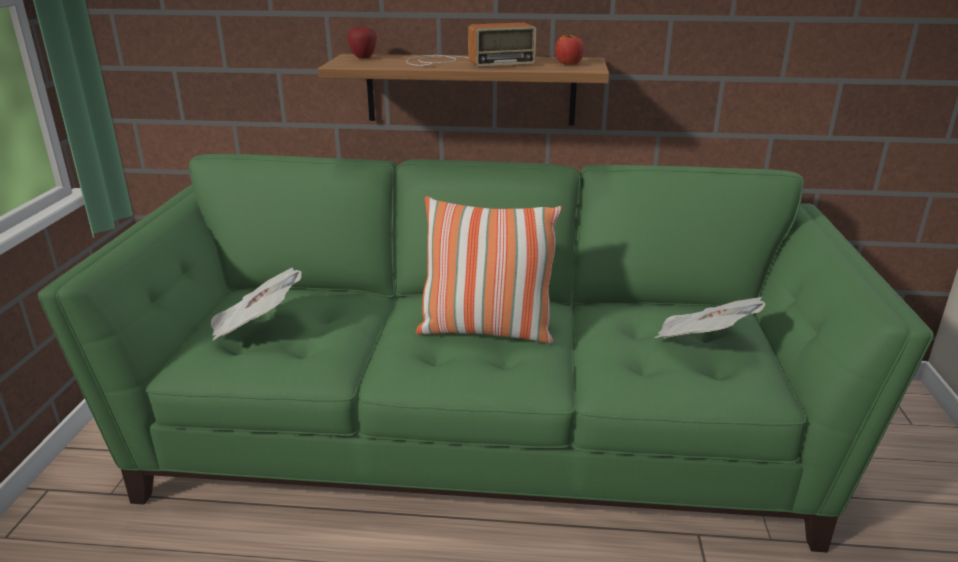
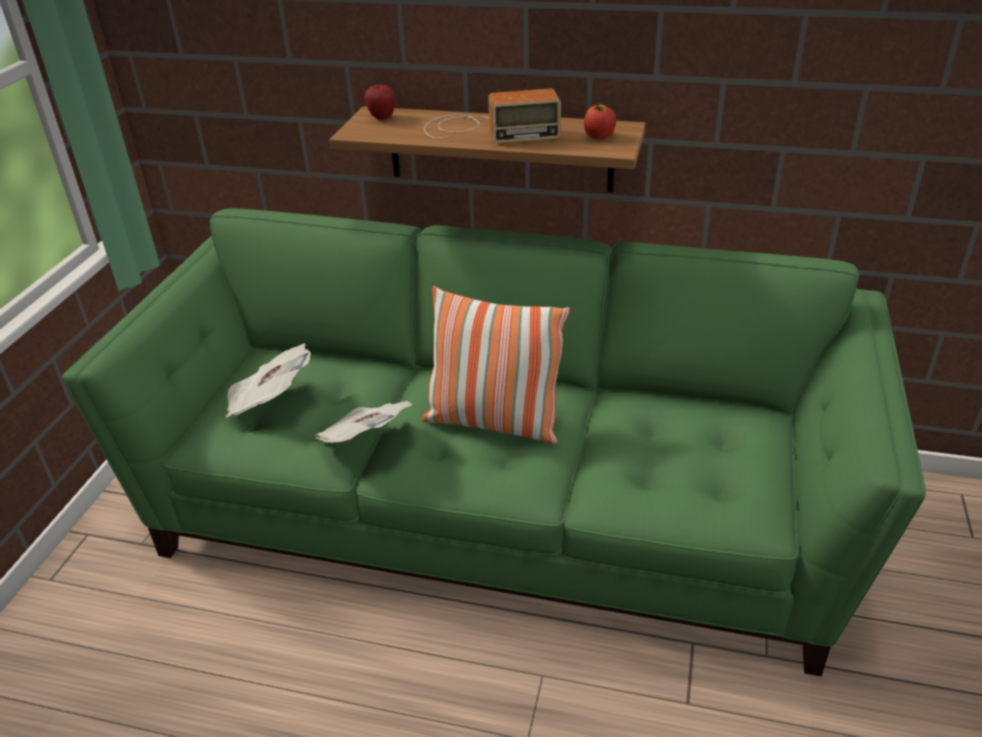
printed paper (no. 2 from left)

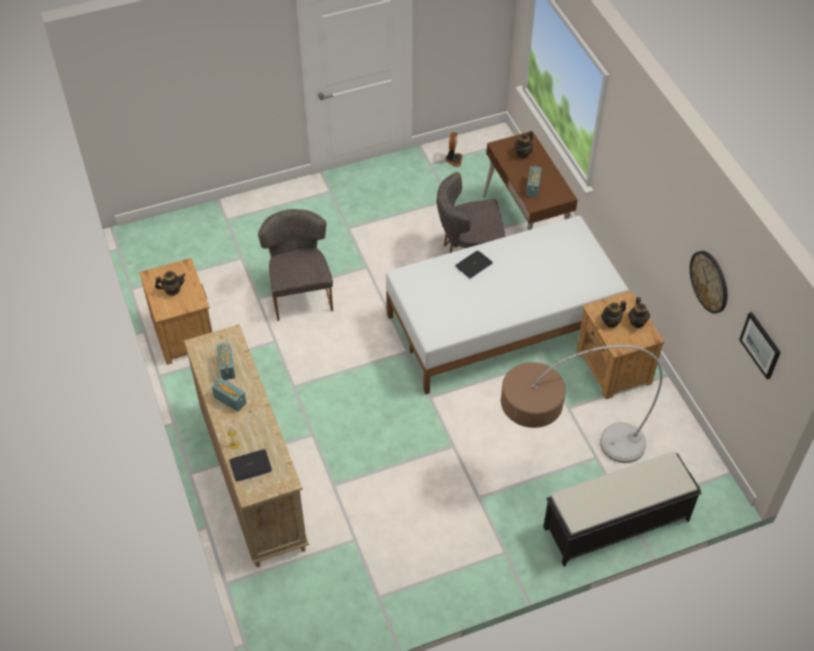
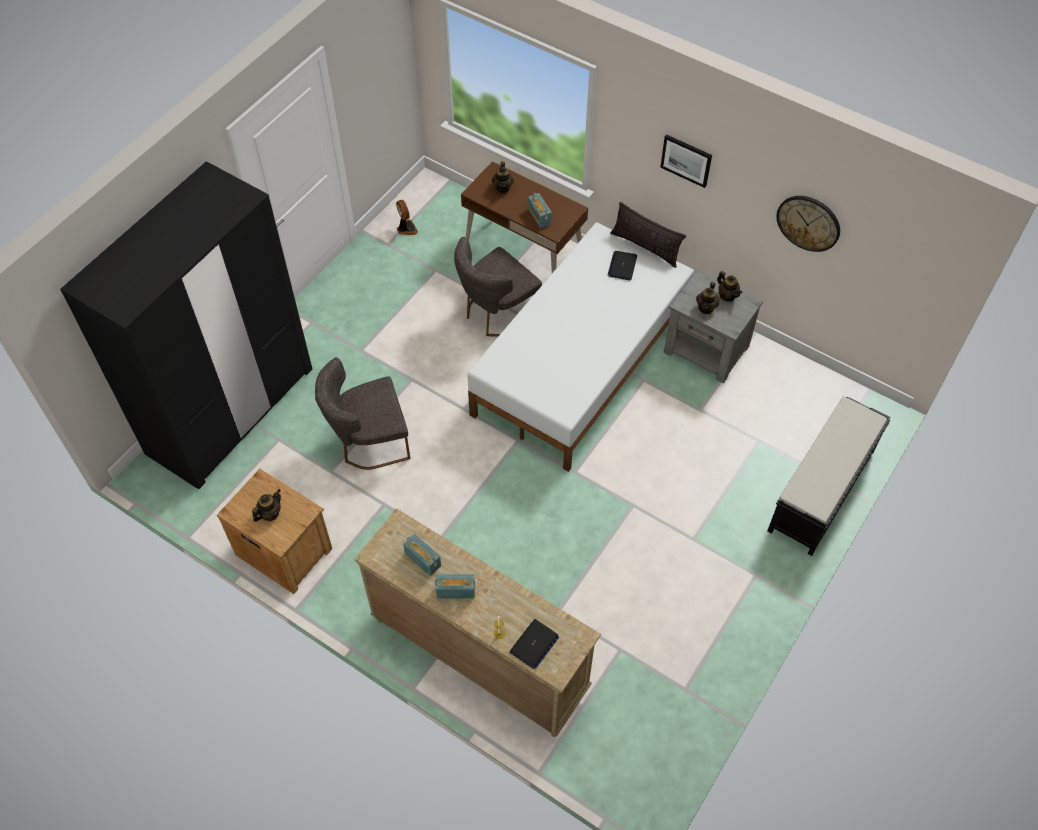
plain chair (gray) (no. 1 from left)
portable computer (no. 2 from left)
nightstand (gray)
picture
floor lamp
clothes cupboard (blackish)
pillow

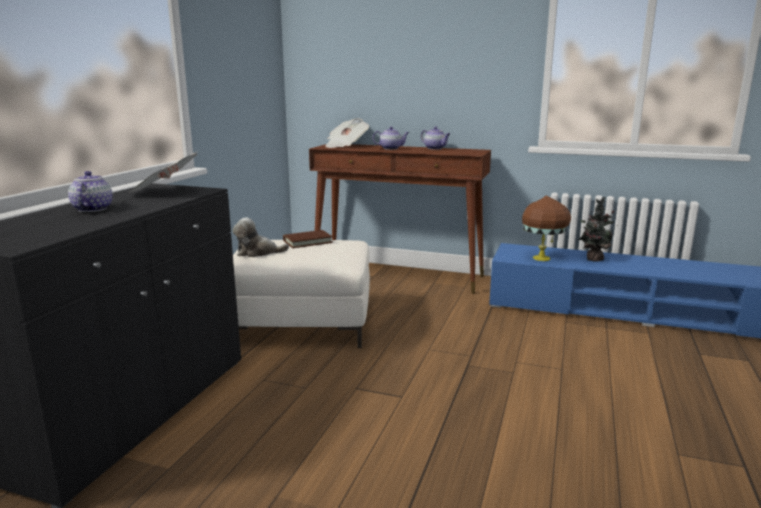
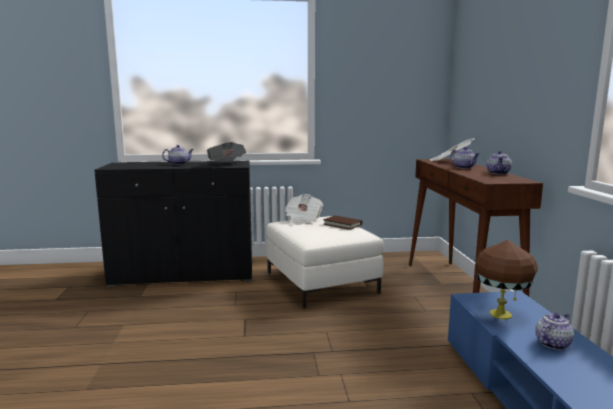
tea pot (no. 4 from left)
printed paper (no. 2 from left)

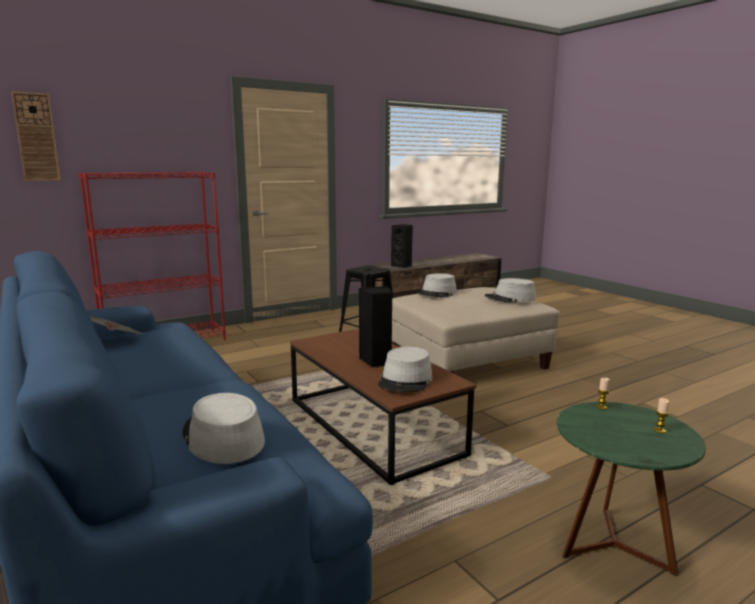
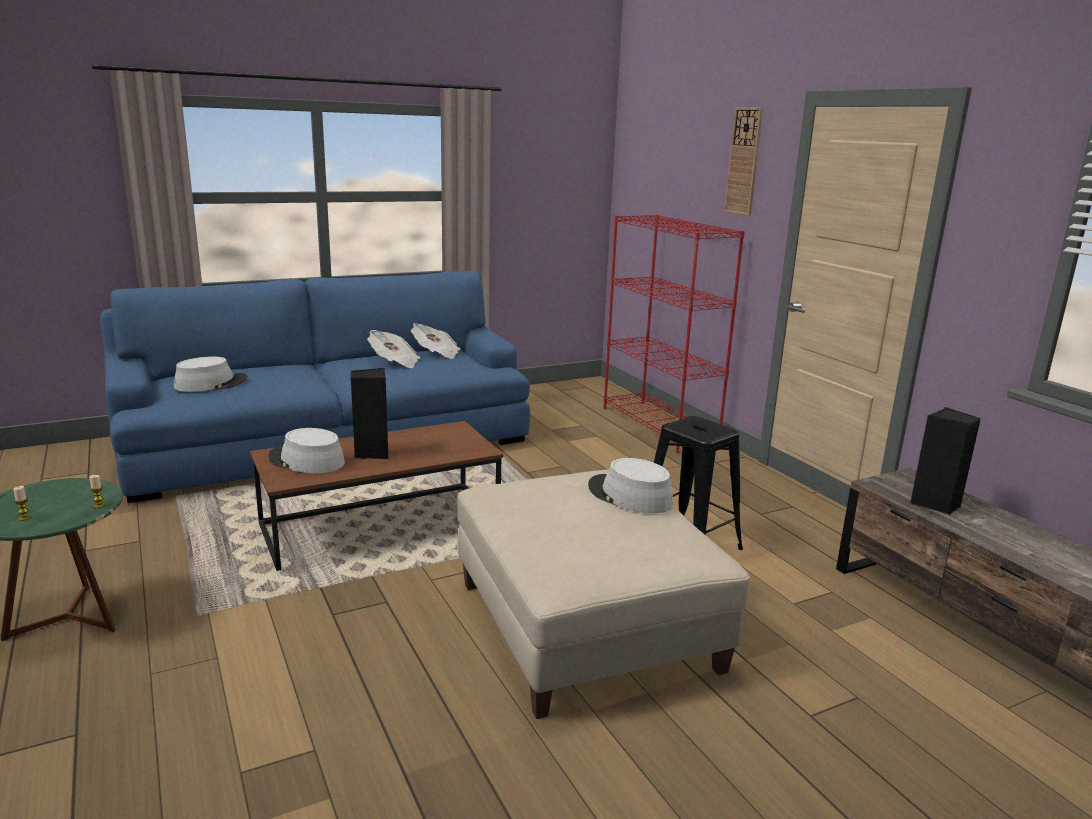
hanging clock
clothing hat (gray) (no. 4 from left in the first image)
printed paper (no. 1 from left)

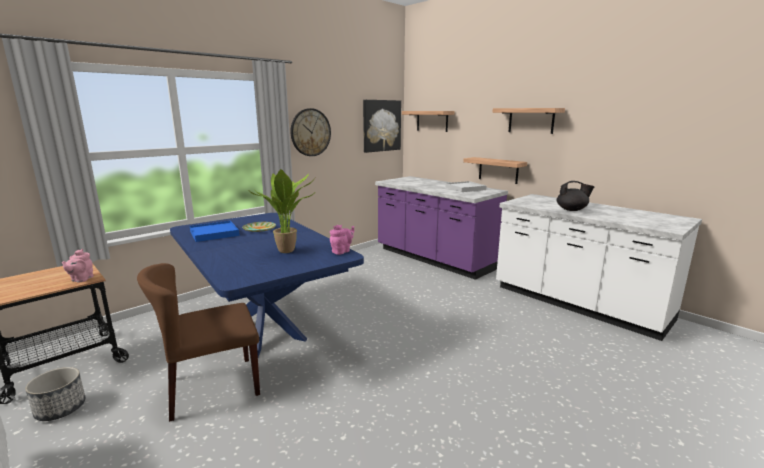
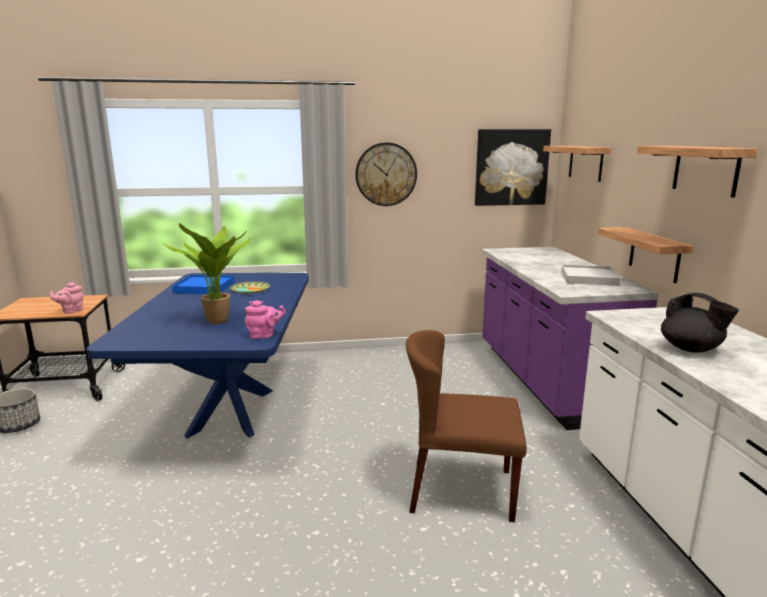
plain chair (brown-coloured)

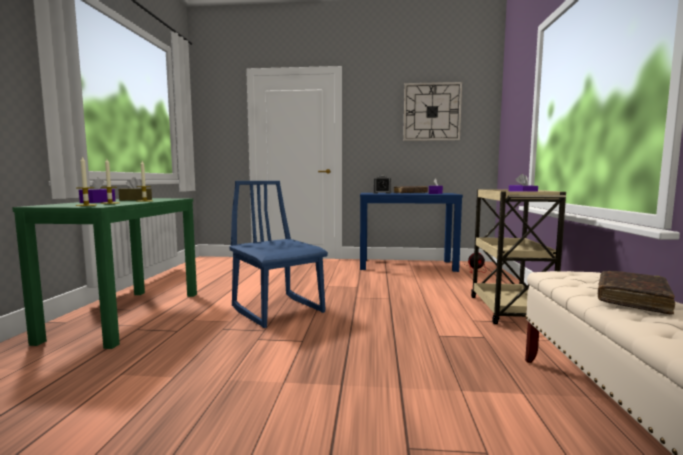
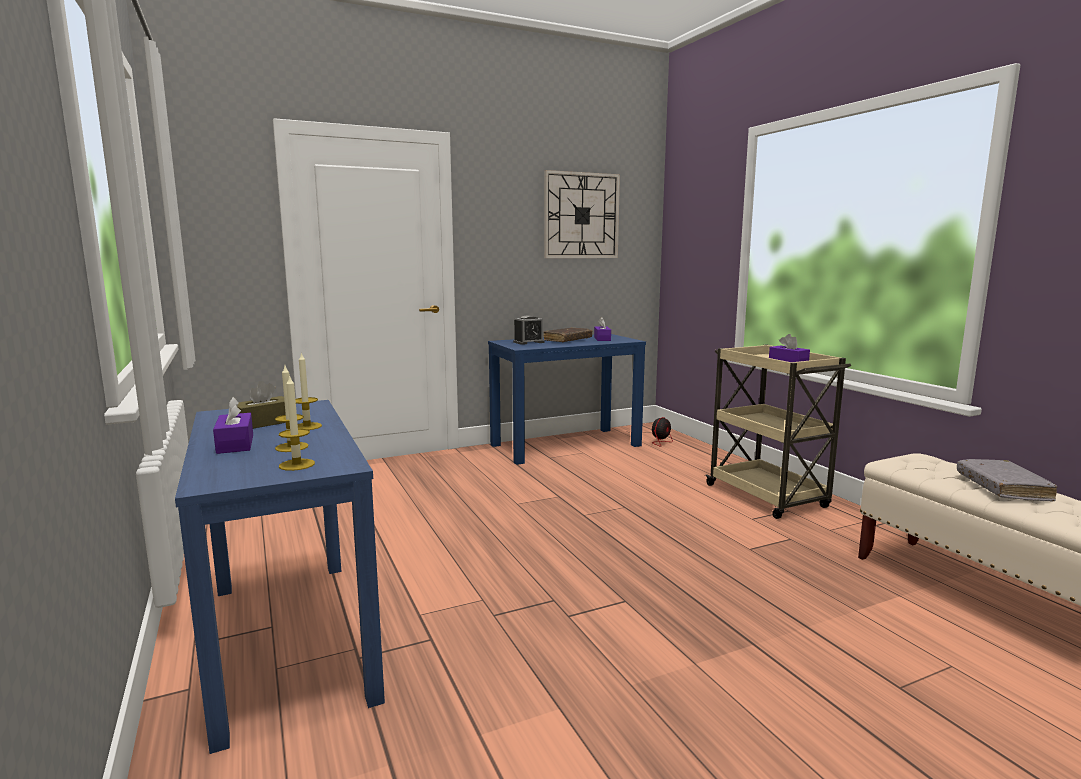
plain chair (blue-coloured)
narrow table (blue-coloured) (no. 1 from left)
volume (gray)

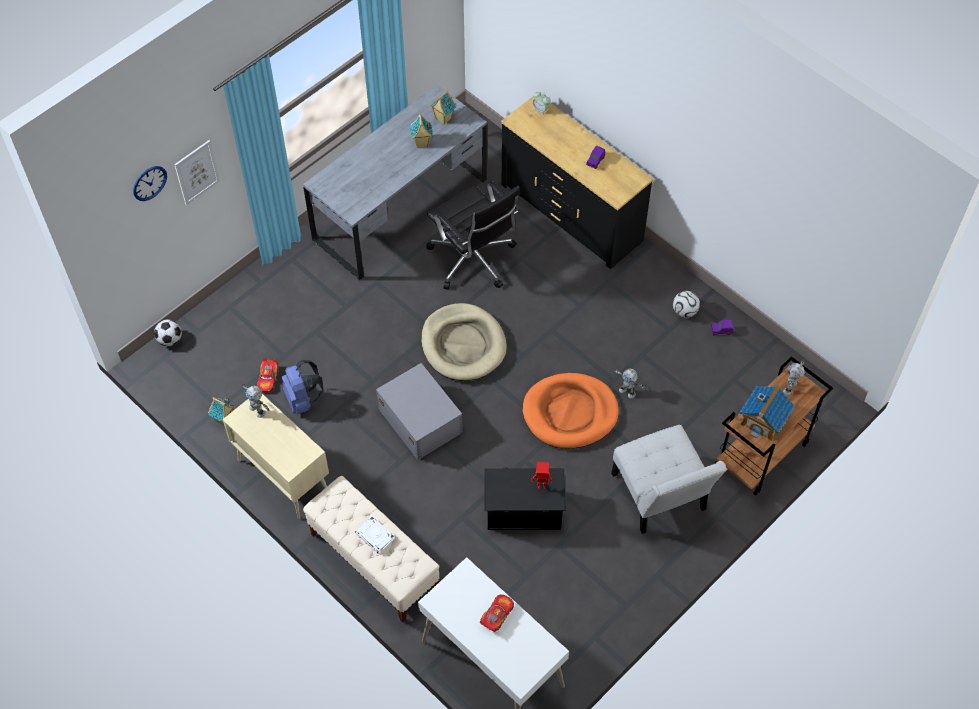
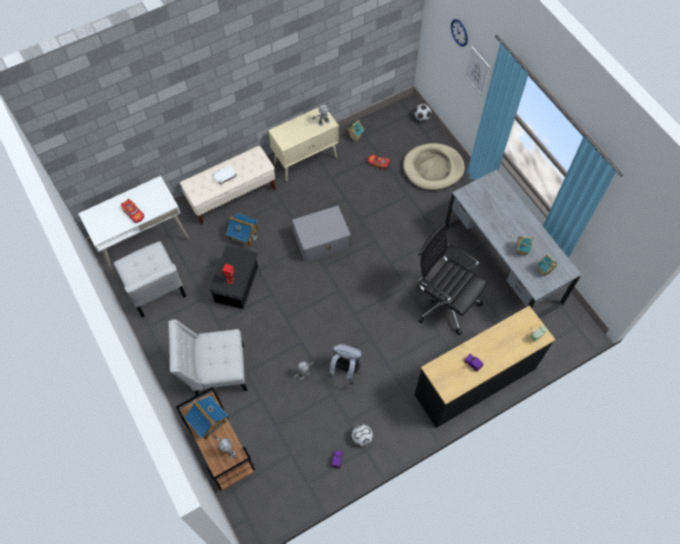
office chair (blackish)
dog bed (beige)
backpack (blue-coloured)
dog bed (orange)
model house (no. 2 from left)
plain chair (white) (no. 1 from left)
backpack (gray)

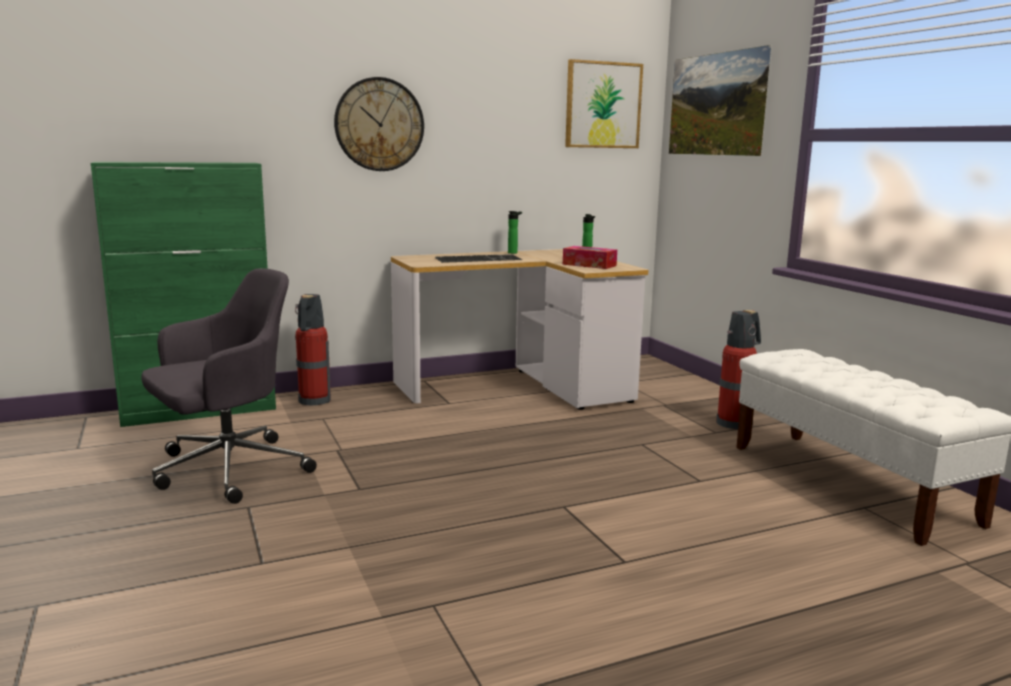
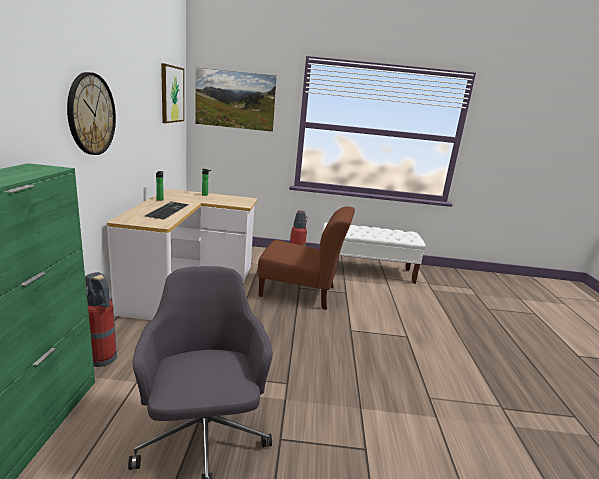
tissue box
plain chair (brown-coloured)

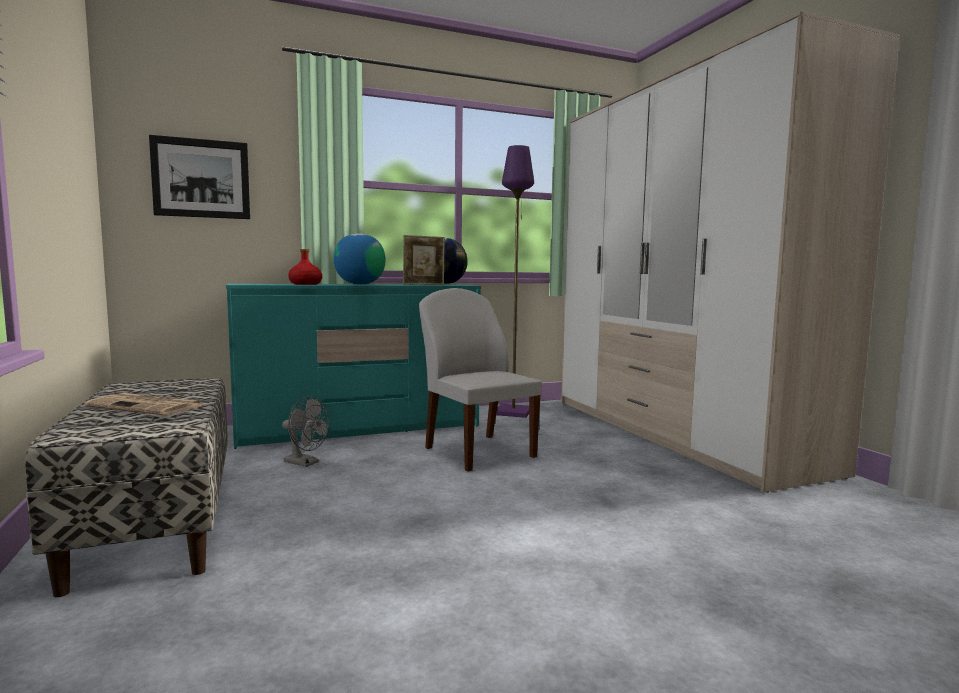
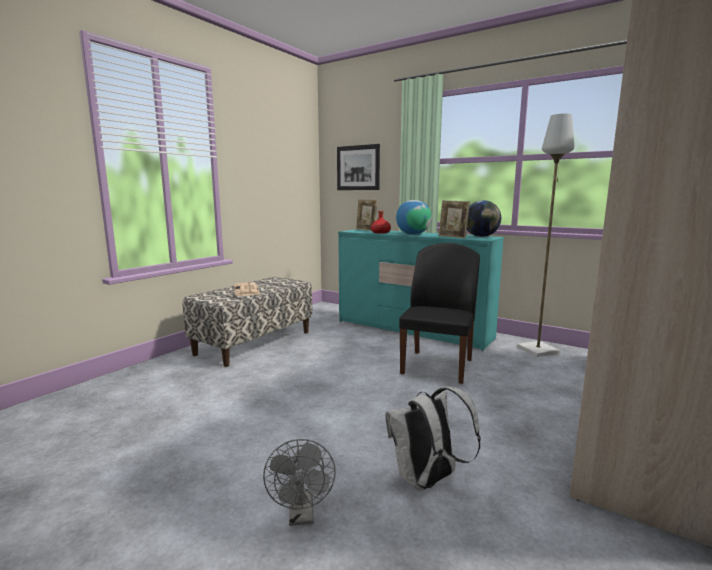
floor lamp (gray)
plain chair (blackish)
fan (gray)
standing frame (no. 1 from left)
backpack (white)

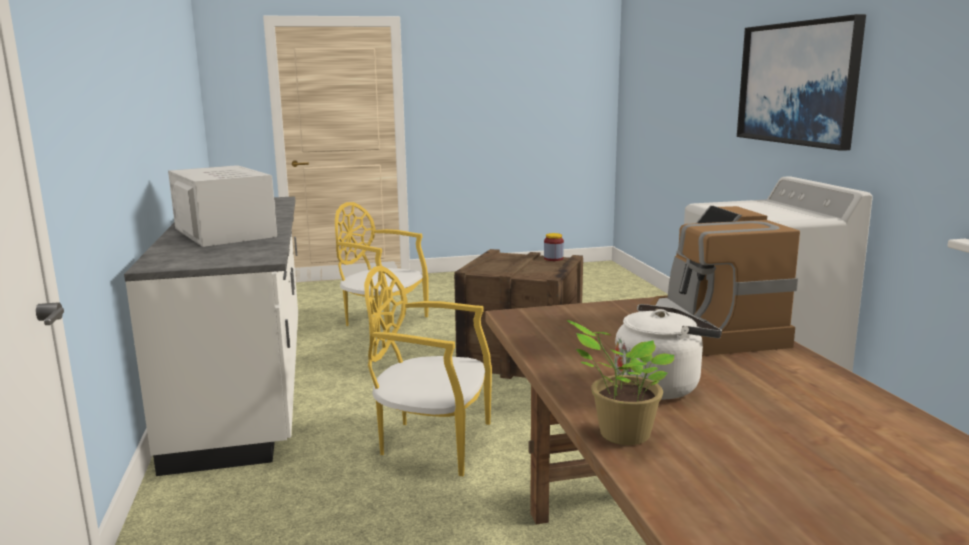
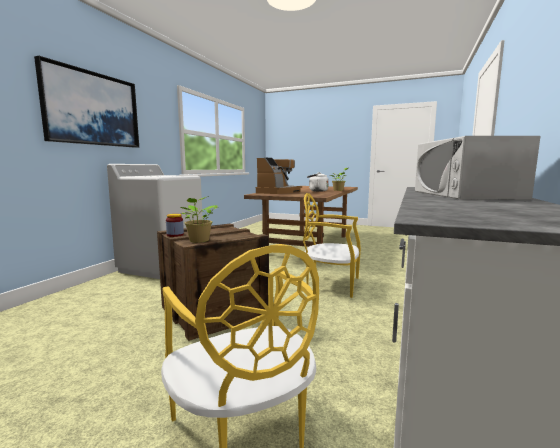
plain chair (yellowish) (no. 2 from left)
plant in a pot (no. 1 from left)

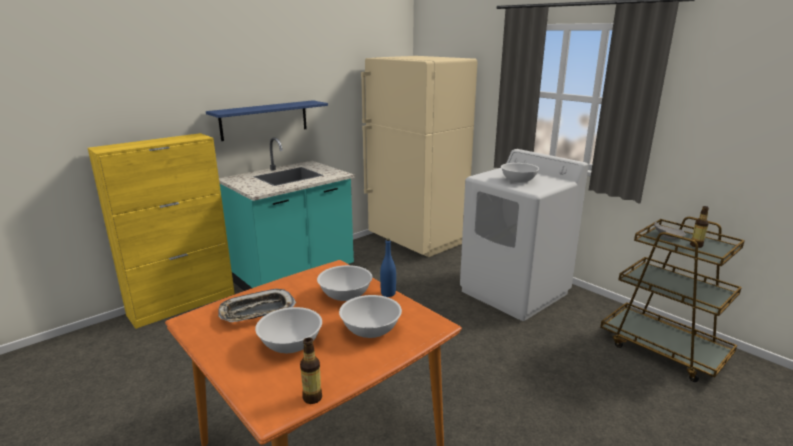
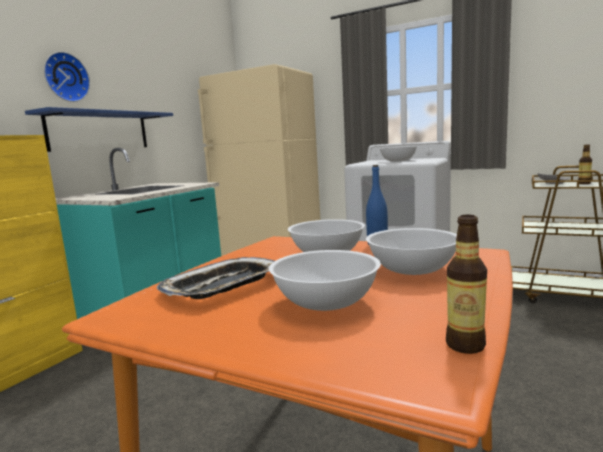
hanging clock

